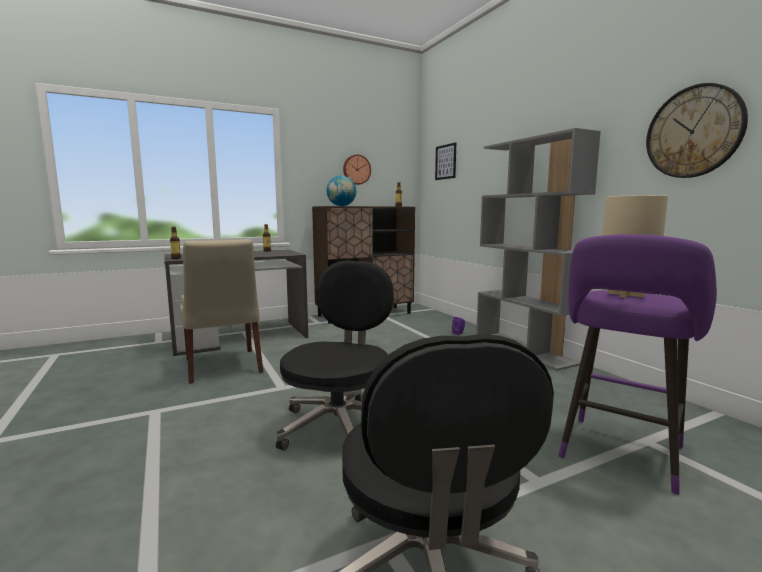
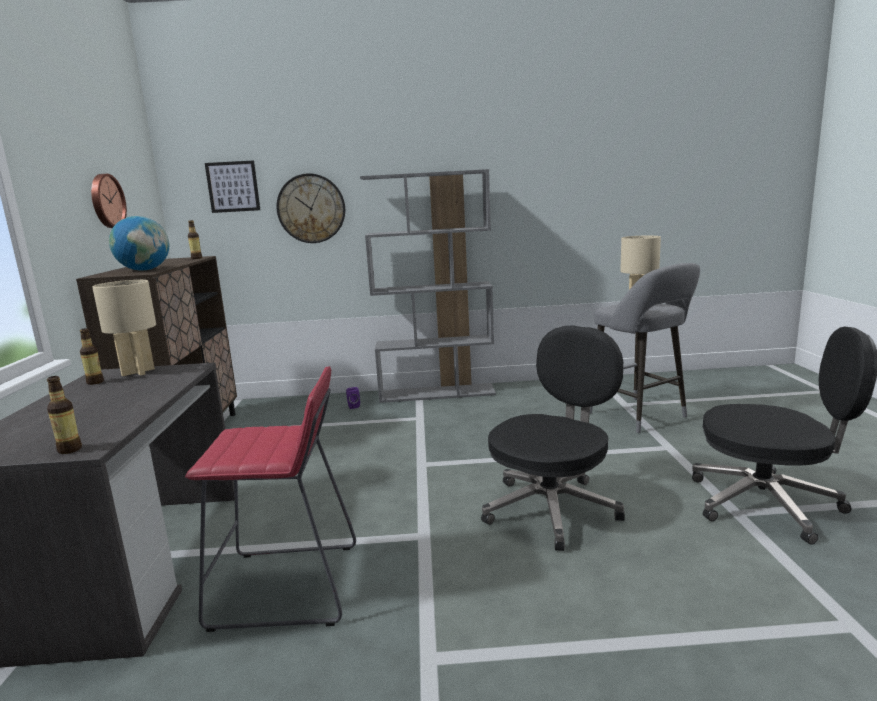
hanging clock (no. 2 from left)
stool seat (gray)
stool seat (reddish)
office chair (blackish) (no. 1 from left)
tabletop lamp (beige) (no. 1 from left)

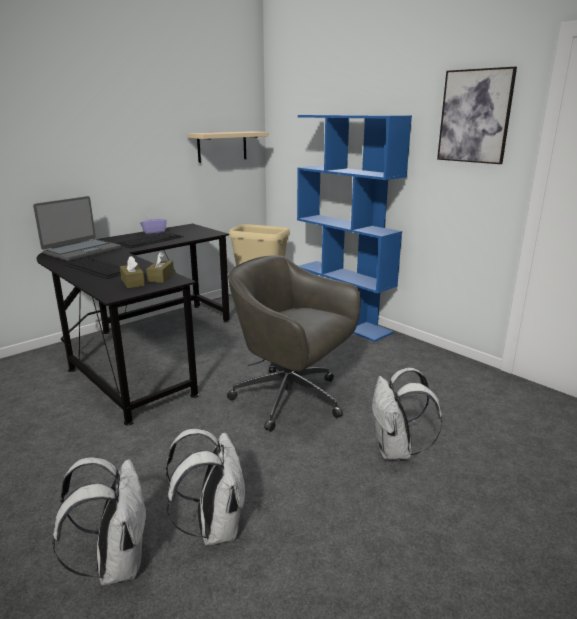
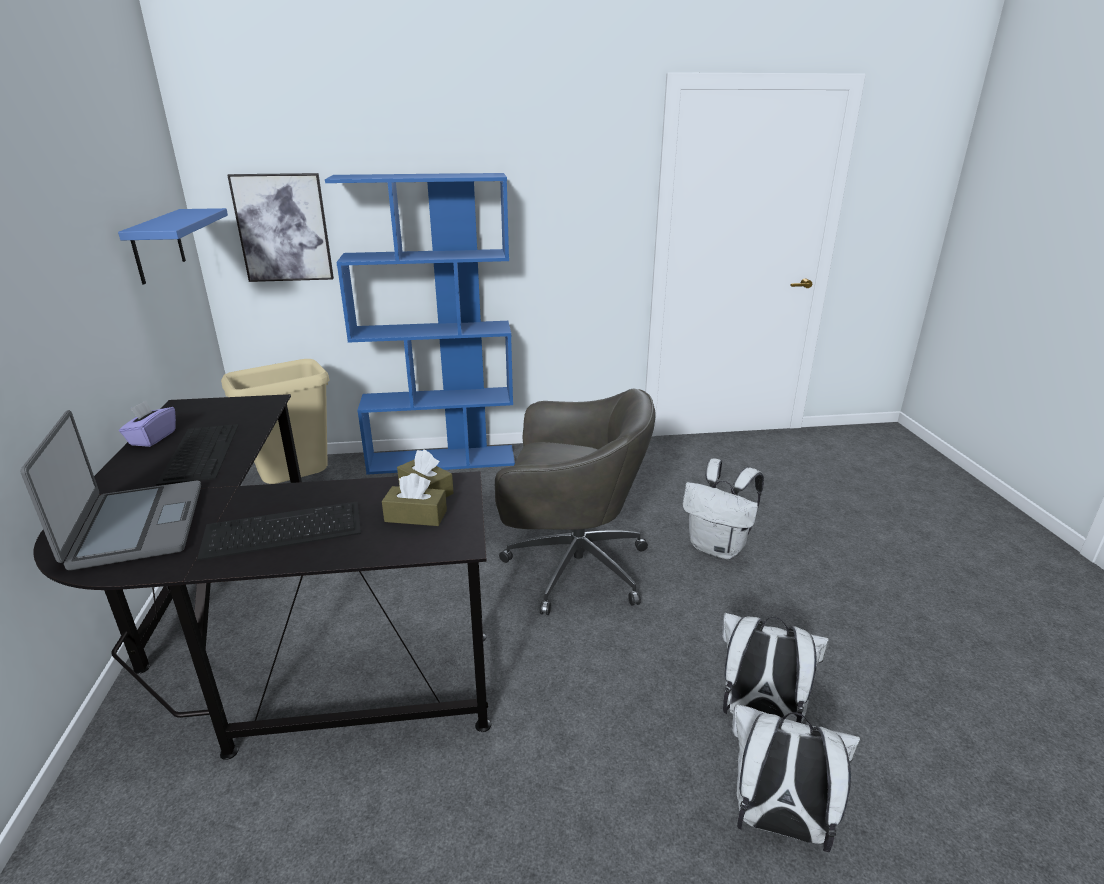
picture
shelf (blue-coloured)
office chair (gray)

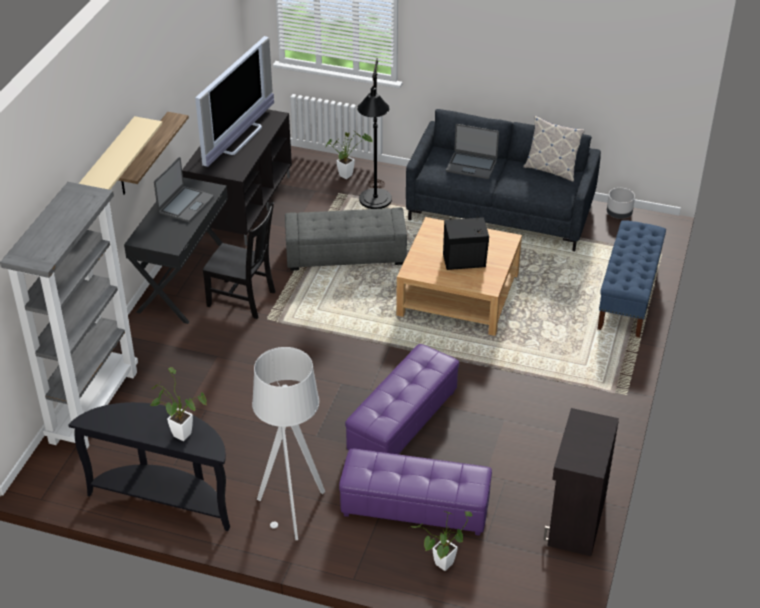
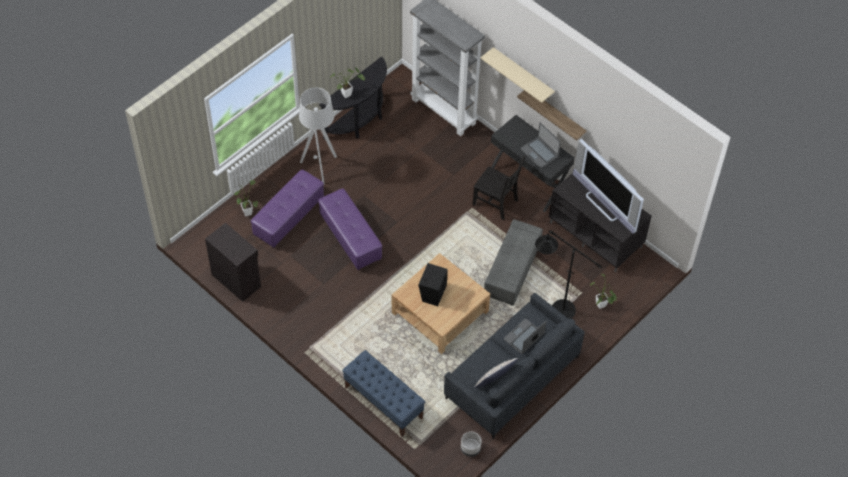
plain chair (blackish)

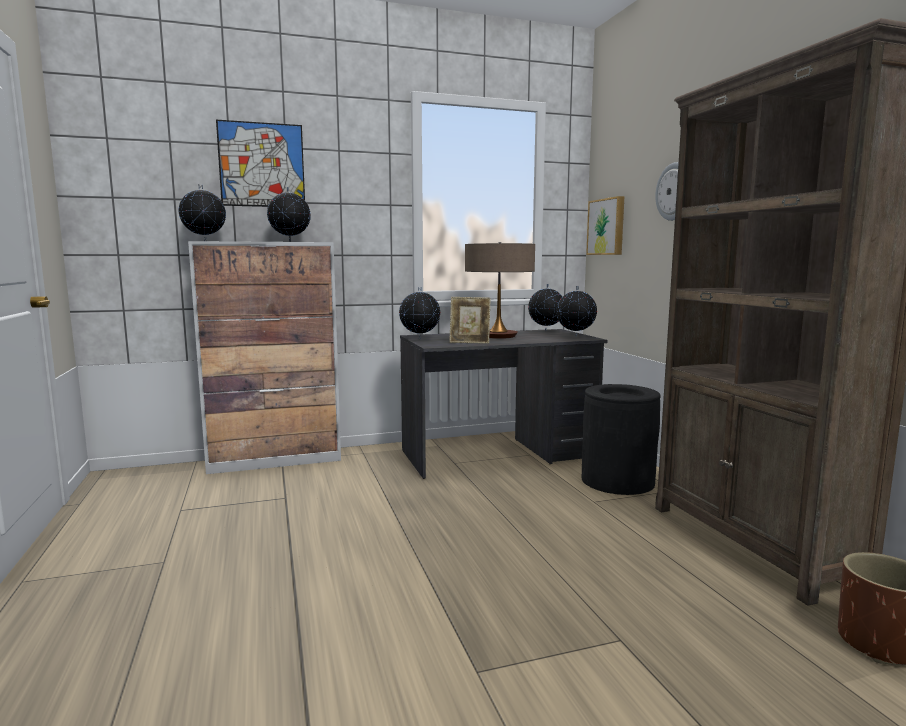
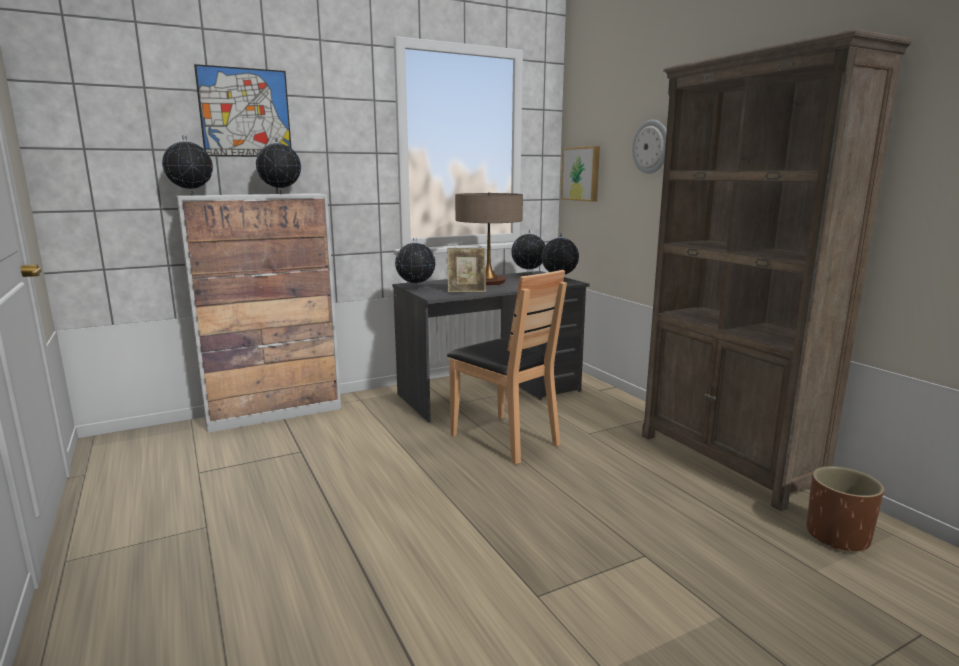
trash can (blackish)
plain chair (brown-coloured)

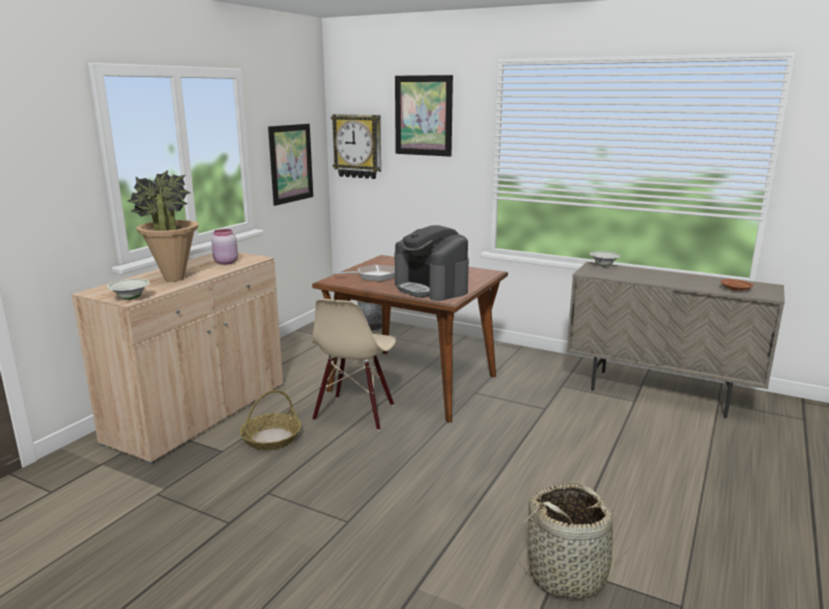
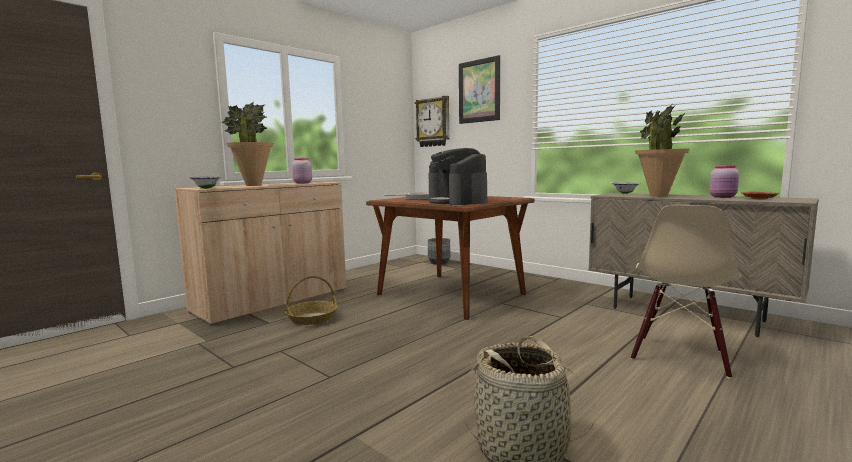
picture (no. 1 from left in the first image)
plain chair (beige)
plant in a pot (no. 2 from left)
storage jar (pink-coloured) (no. 2 from left)

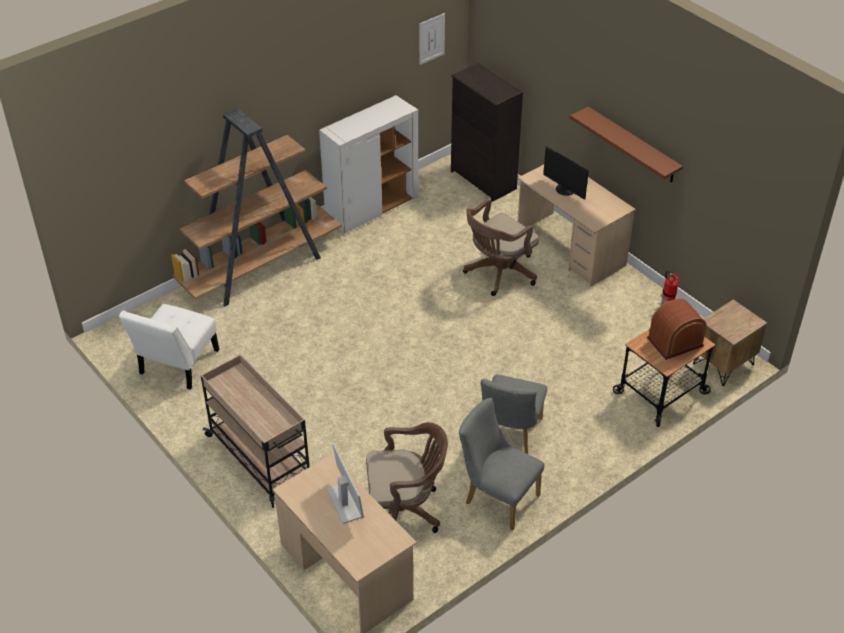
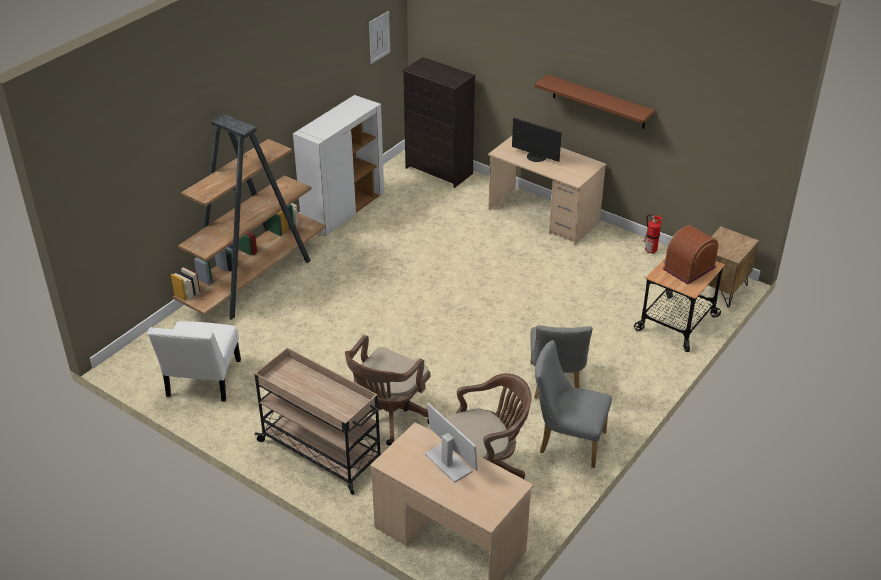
office chair (brown-coloured) (no. 1 from left)

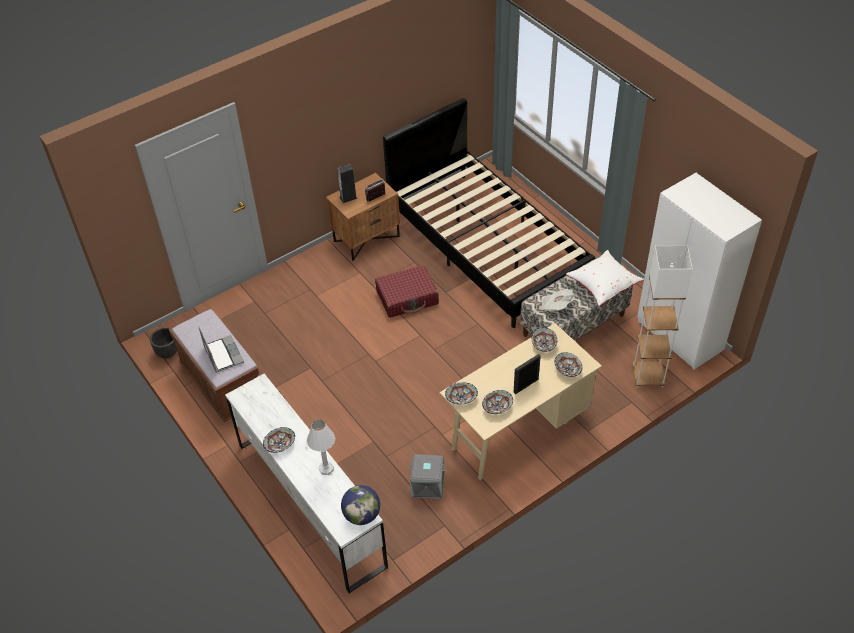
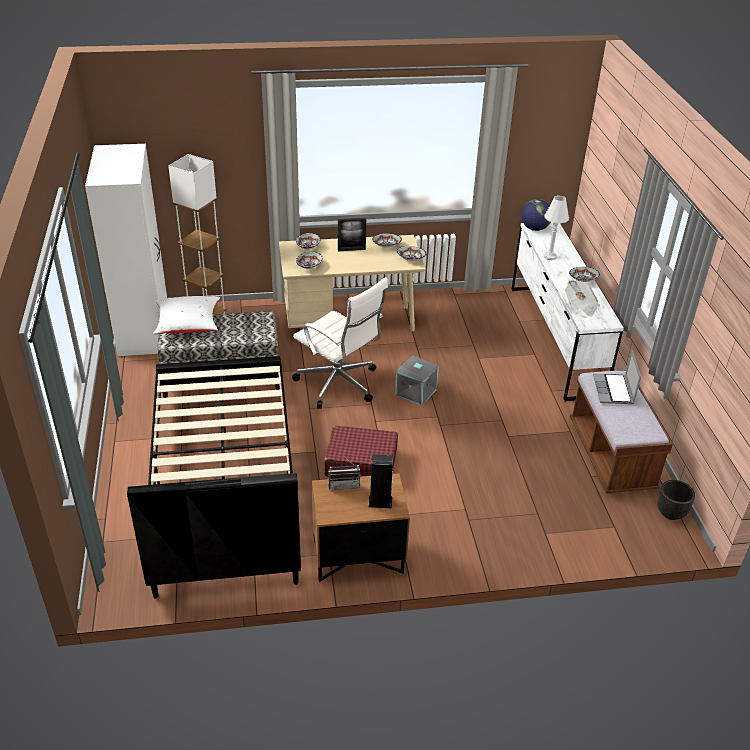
printed paper
storage container (gray)
office chair (white)

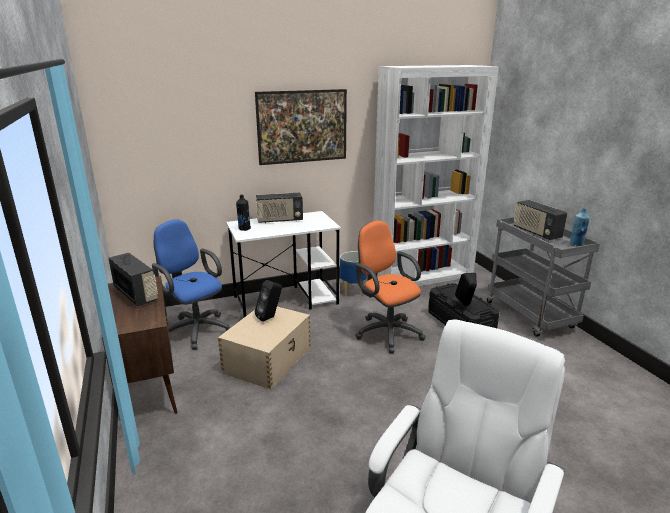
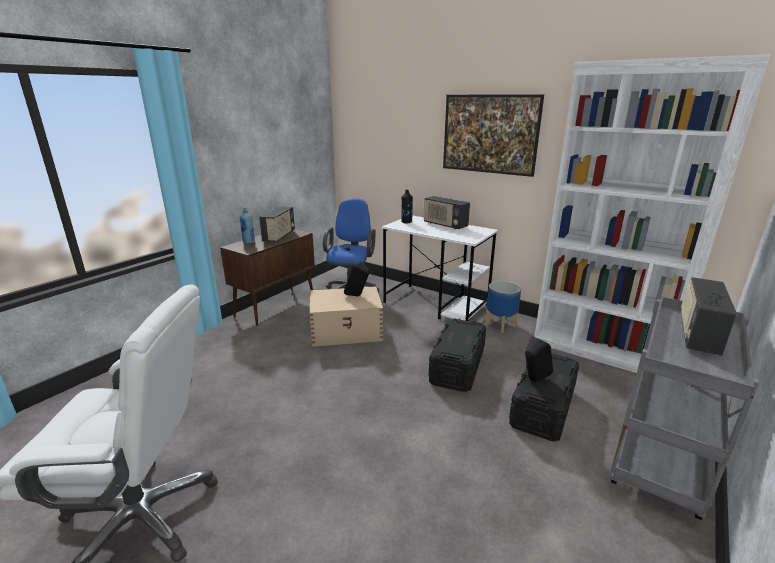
bottle (blue-coloured)
storage container (blackish) (no. 1 from left)

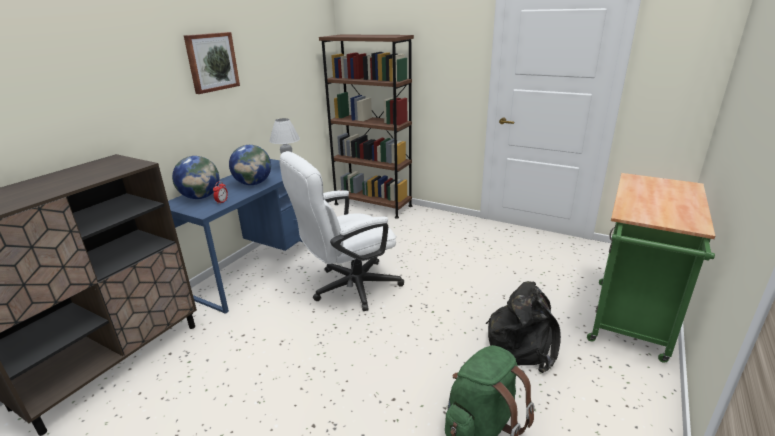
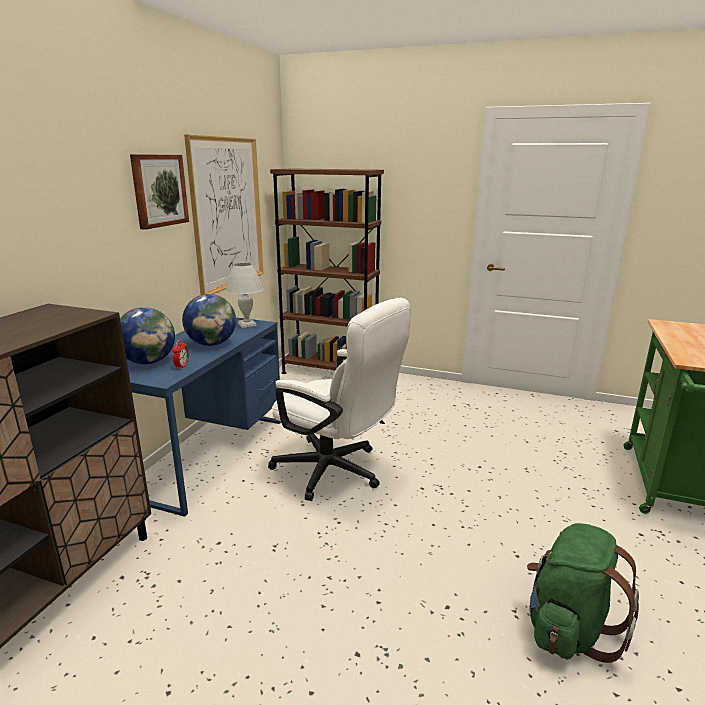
office chair (white)
backpack (blackish)
picture (no. 2 from left)

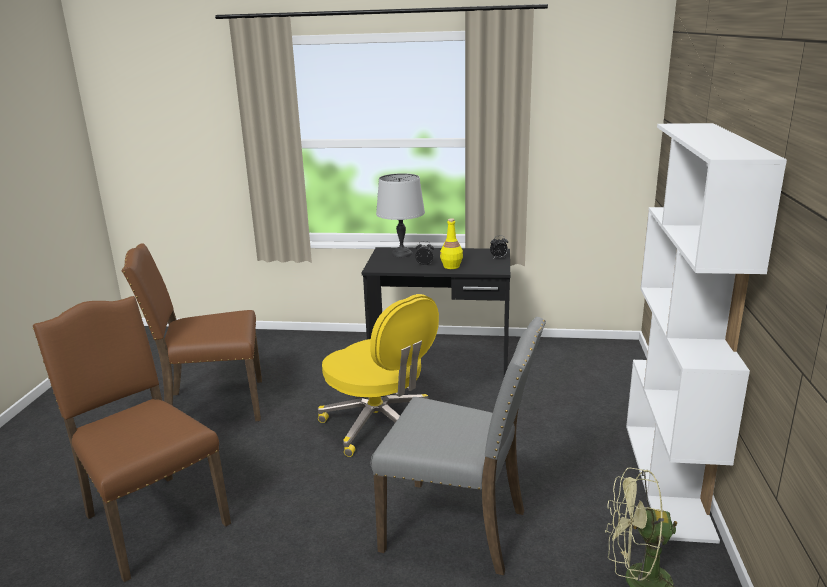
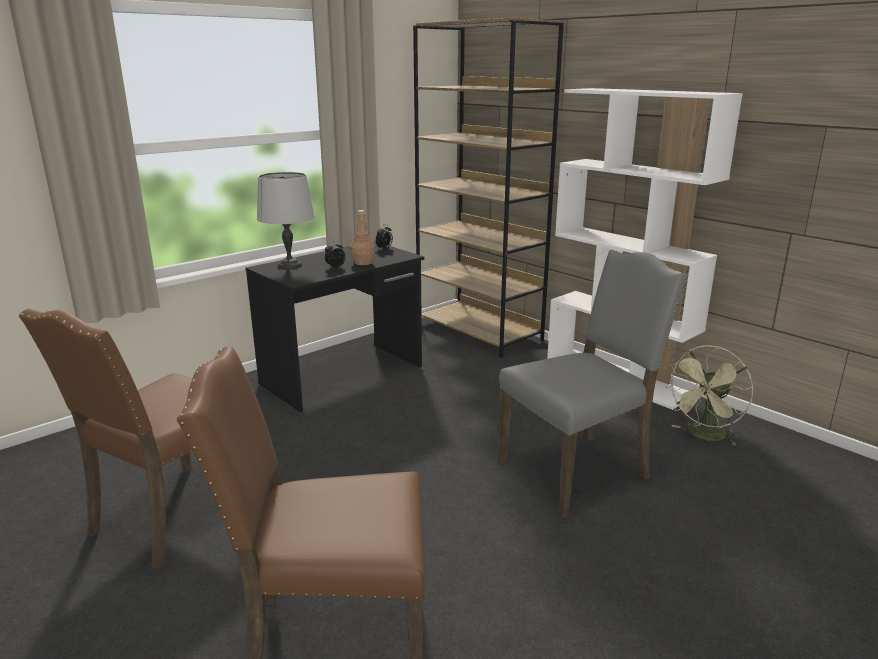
bottle (brown-coloured)
office chair (yellowish)
bookshelf (brown-coloured)

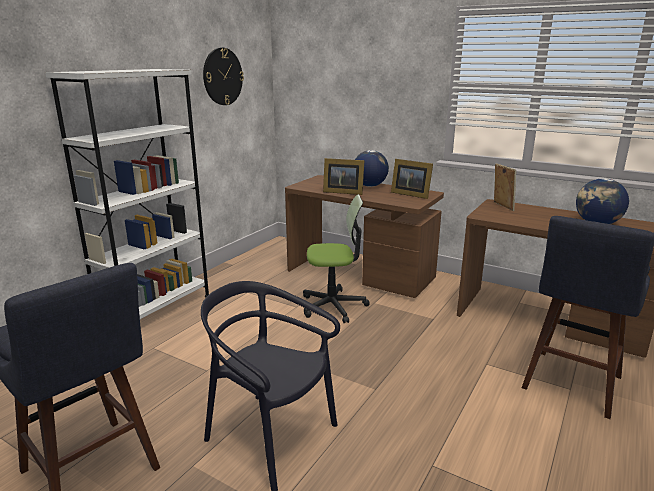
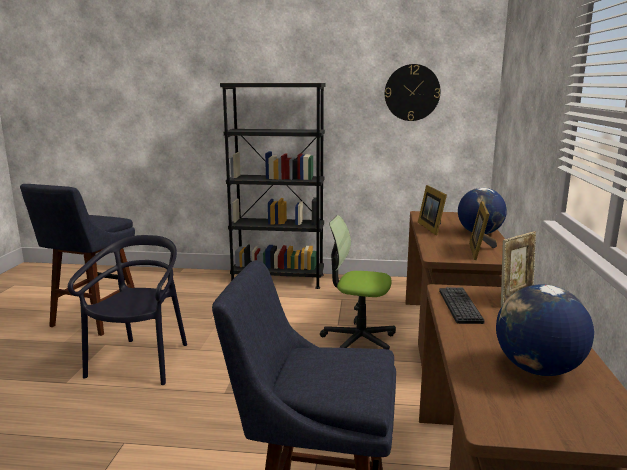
bookshelf (blackish)
office chair
computer keyboard

